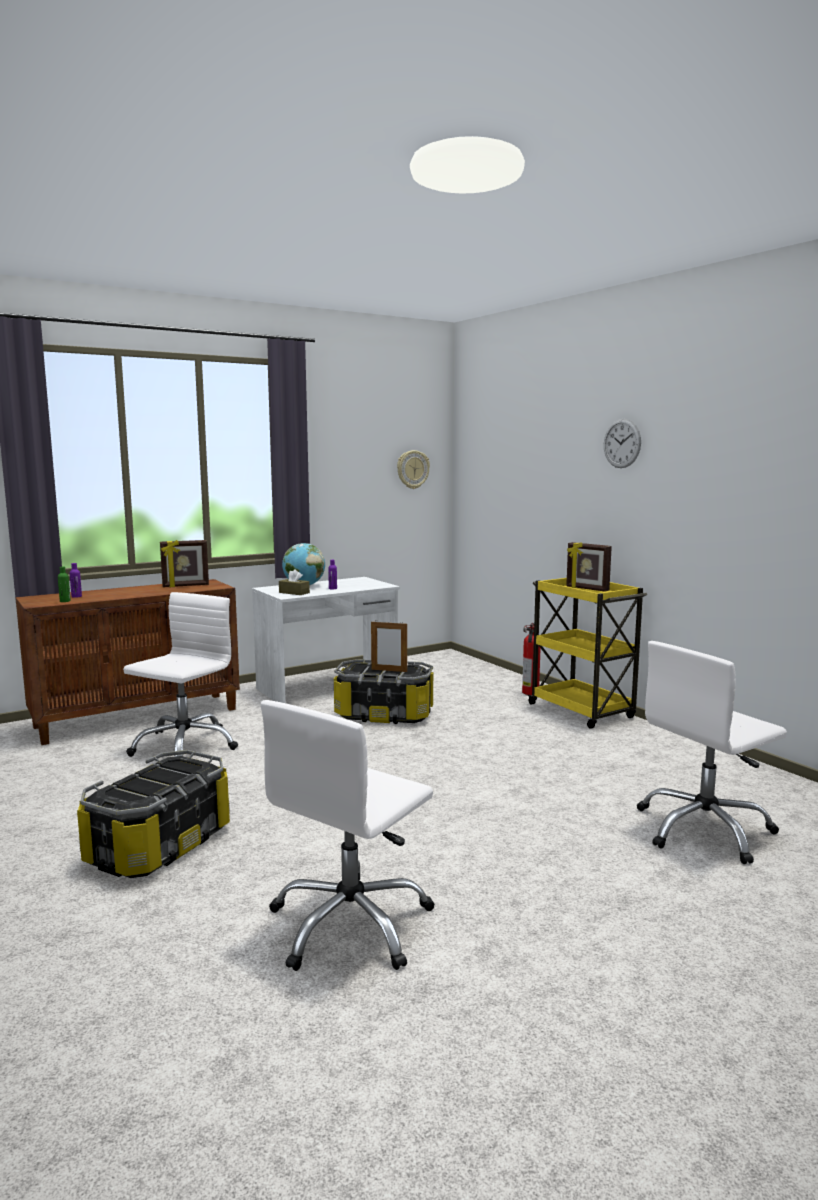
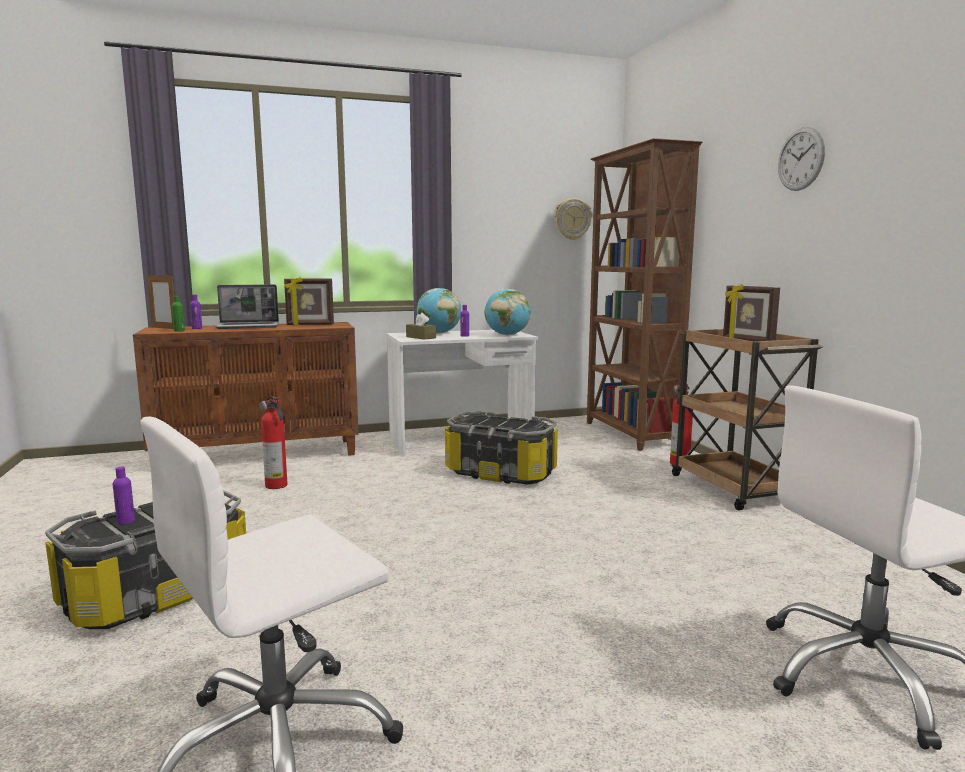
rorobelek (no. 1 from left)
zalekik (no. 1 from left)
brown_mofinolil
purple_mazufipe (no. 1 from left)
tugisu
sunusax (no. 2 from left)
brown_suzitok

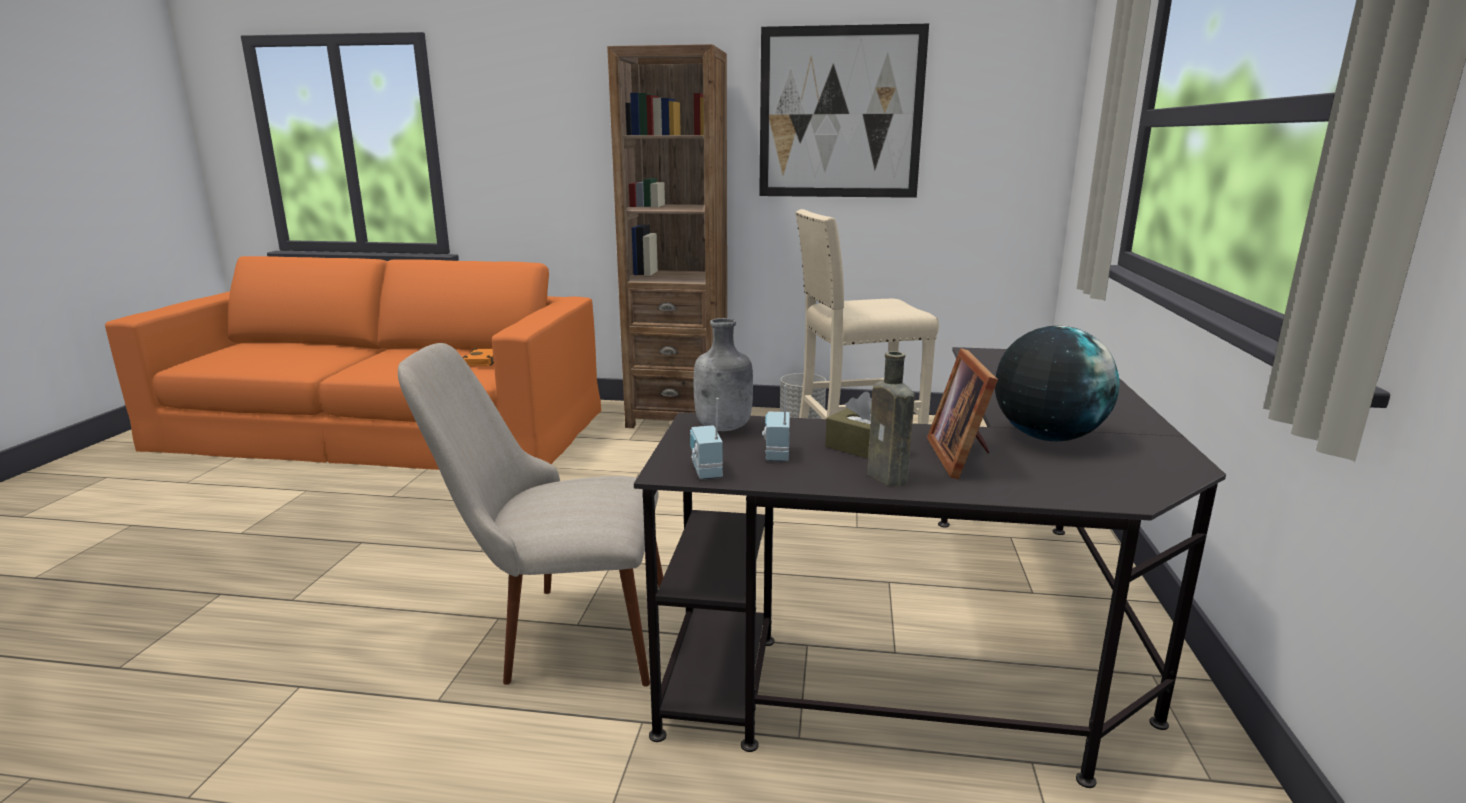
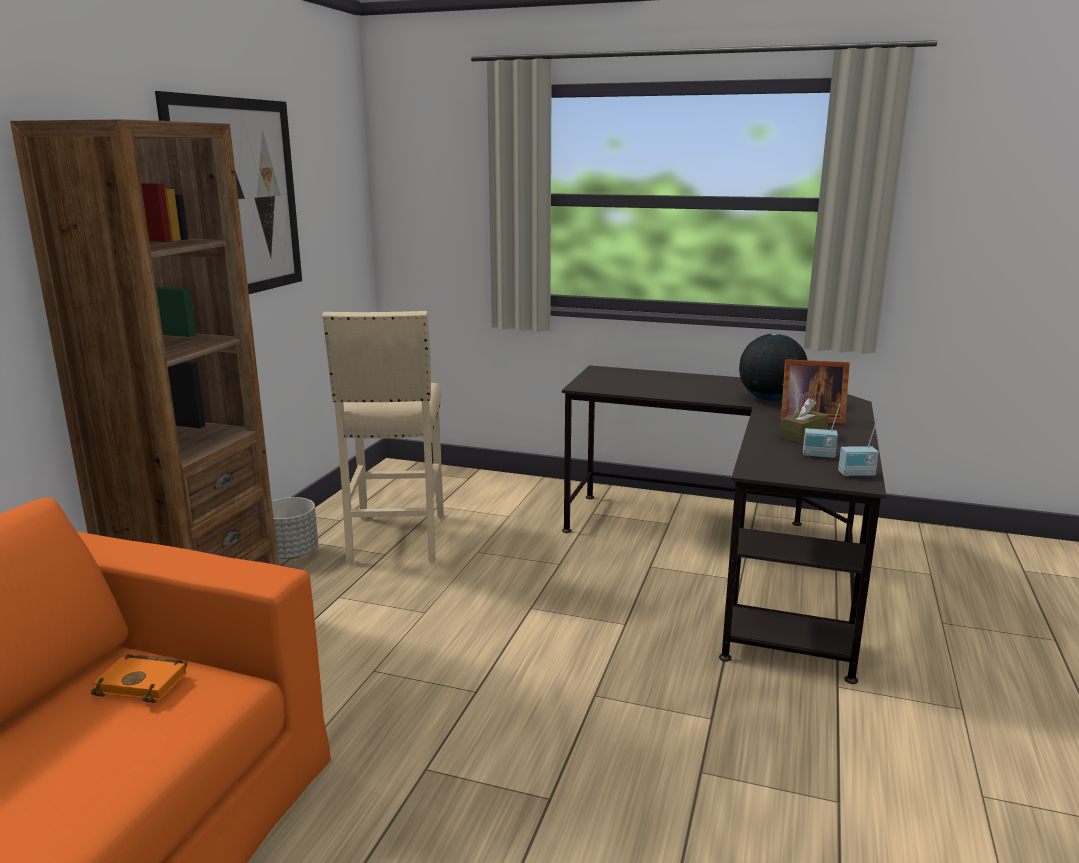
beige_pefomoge
grey_mazufipe
brown_mazufipe

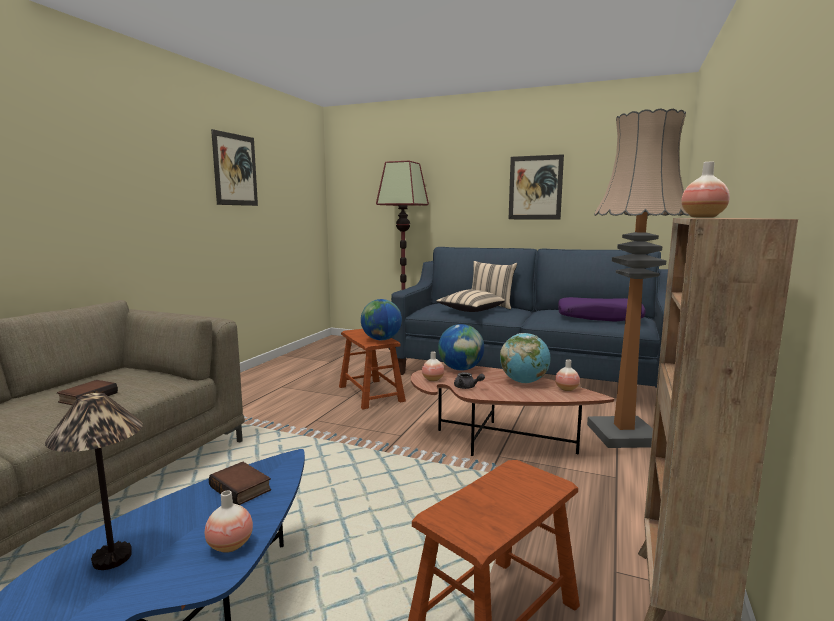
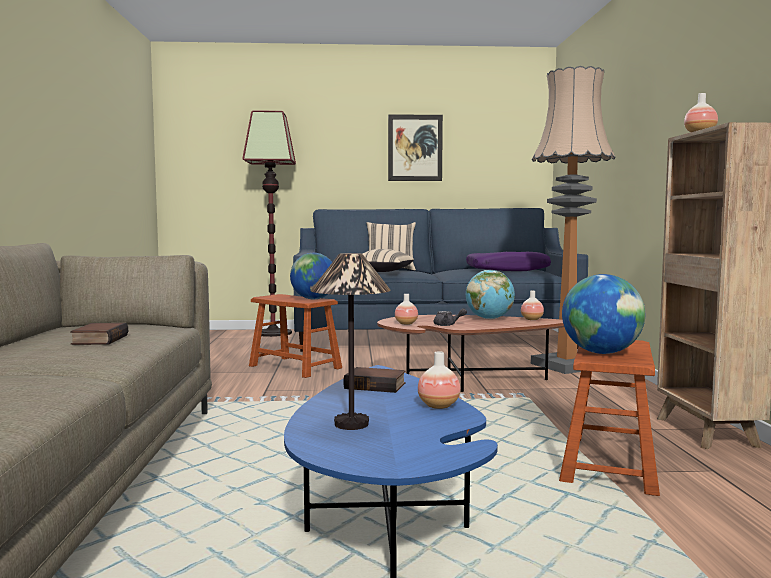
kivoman (no. 1 from left in the first image)
sunusax (no. 3 from left)

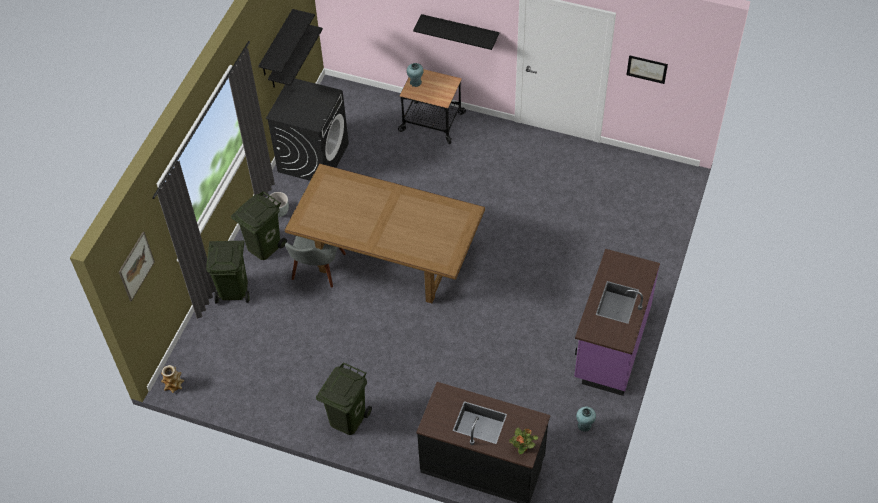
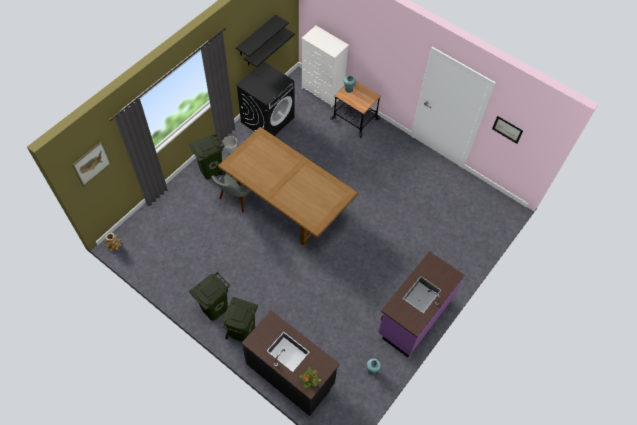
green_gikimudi (no. 3 from left)
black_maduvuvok (no. 3 from left in the first image)
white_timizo

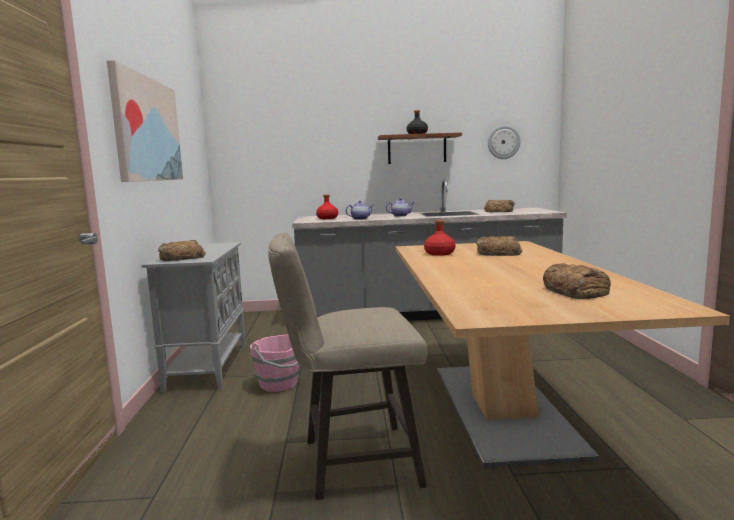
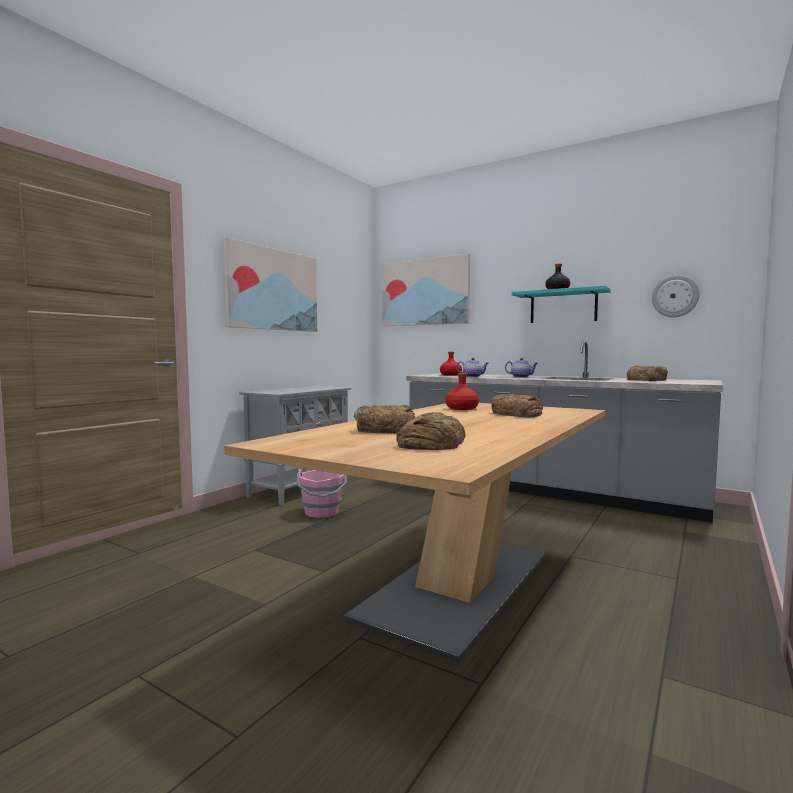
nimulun (no. 1 from left)
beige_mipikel
turquoise_maduvuvok
kivoman (no. 2 from left)

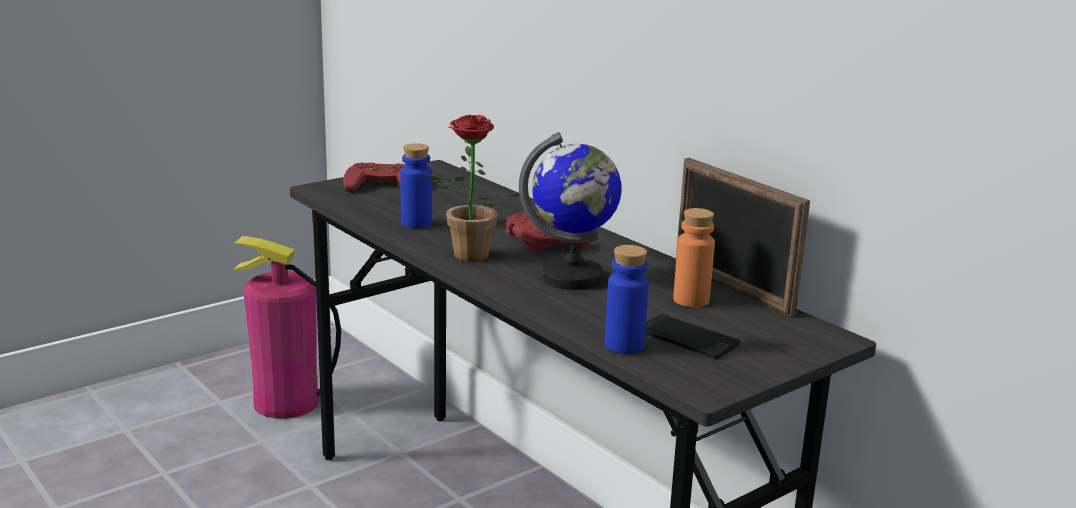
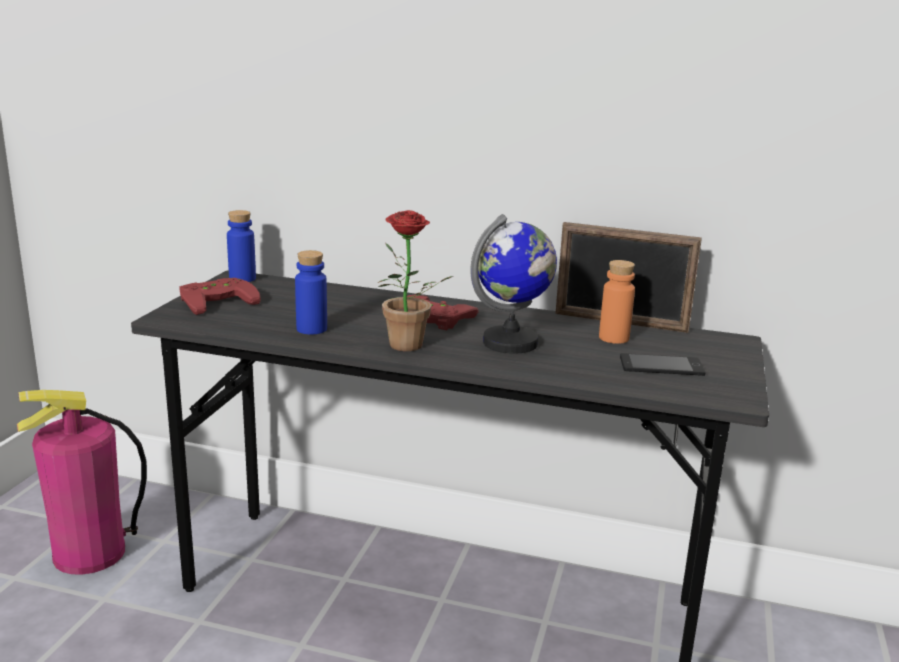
blue_mazufipe (no. 1 from left)

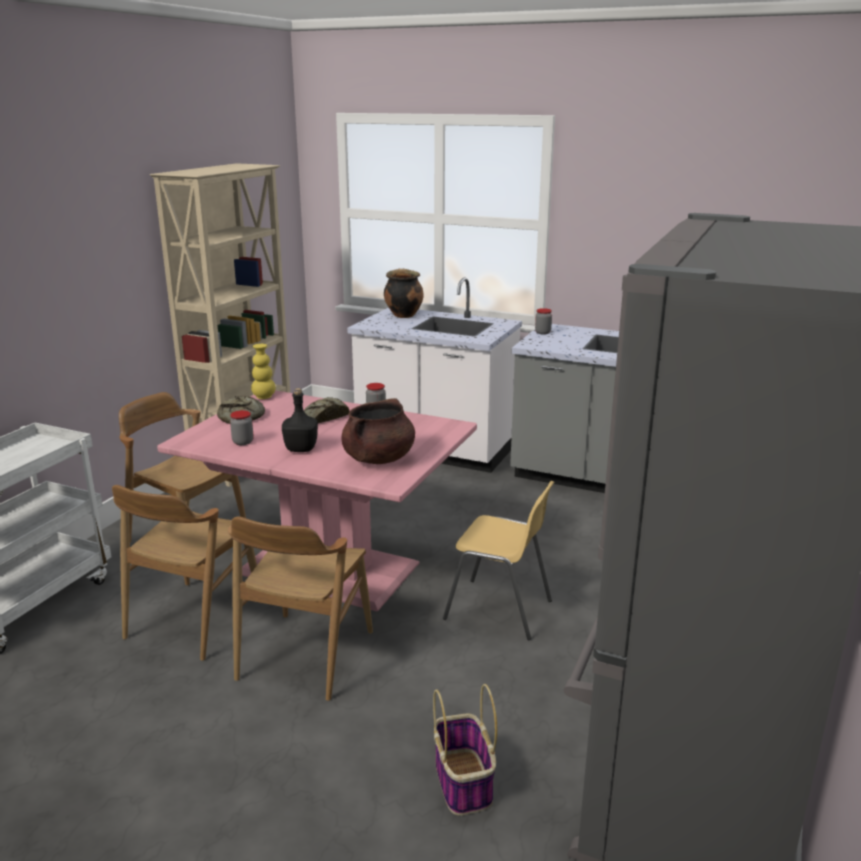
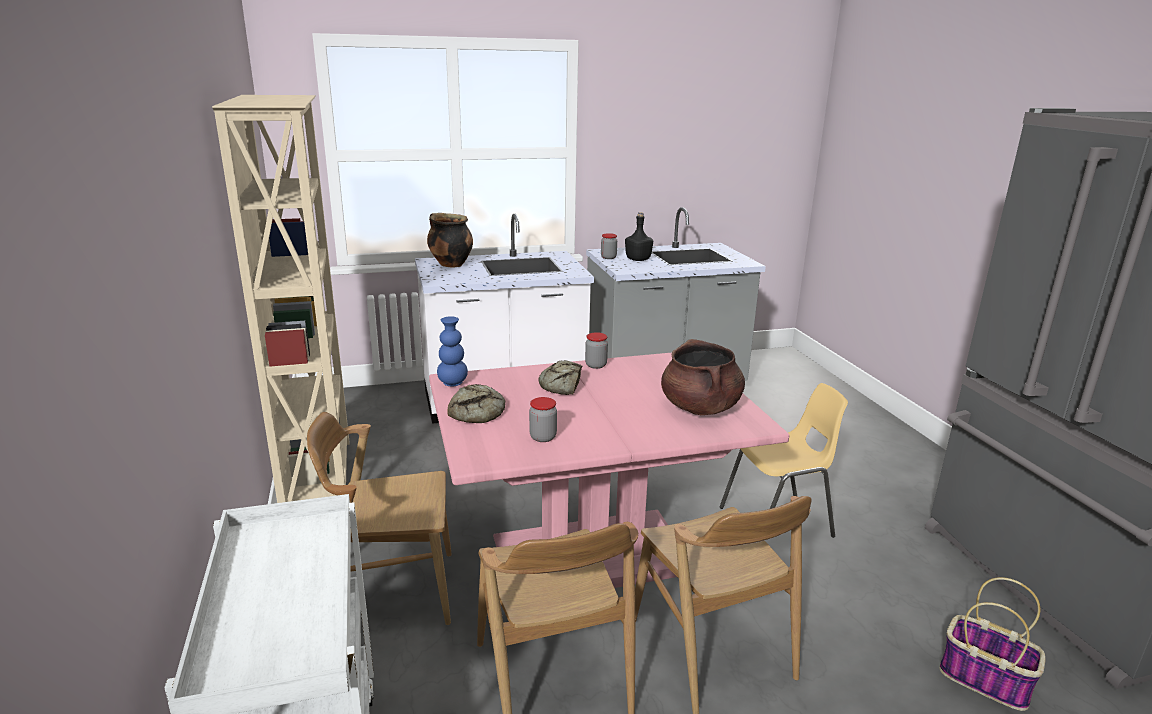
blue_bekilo
black_mazufipe

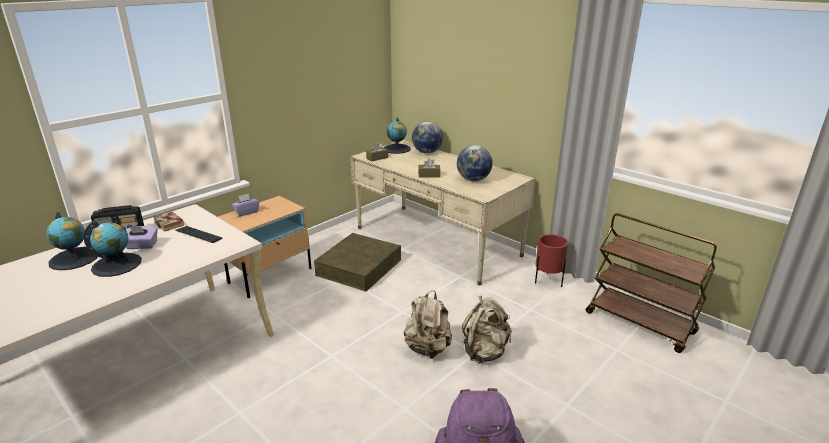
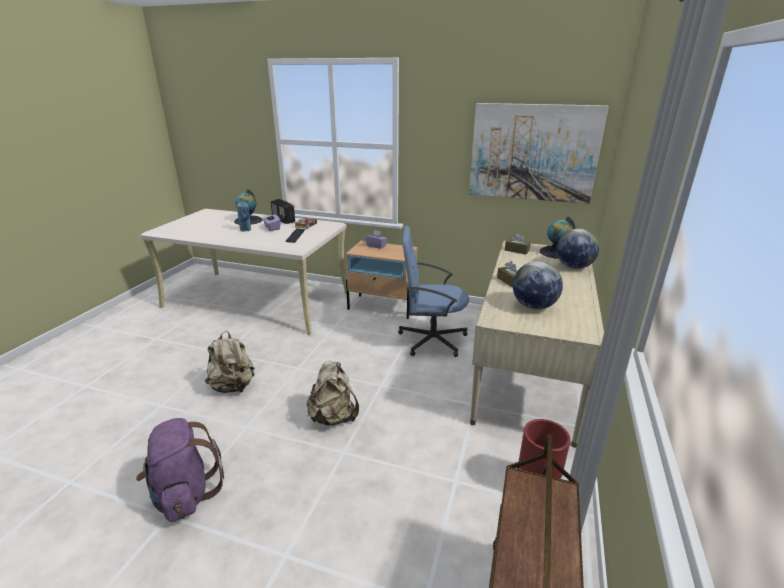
blue_mazufipe
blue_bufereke
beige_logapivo (no. 1 from left)
kivoman

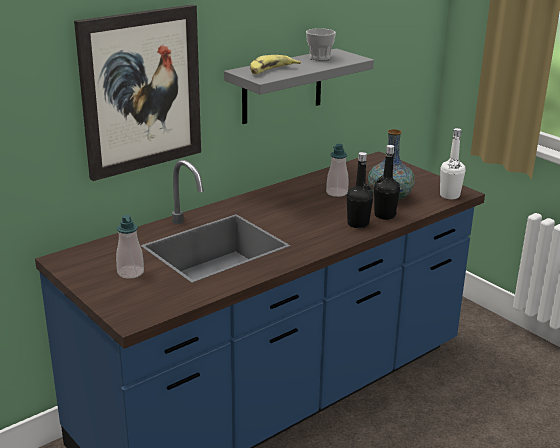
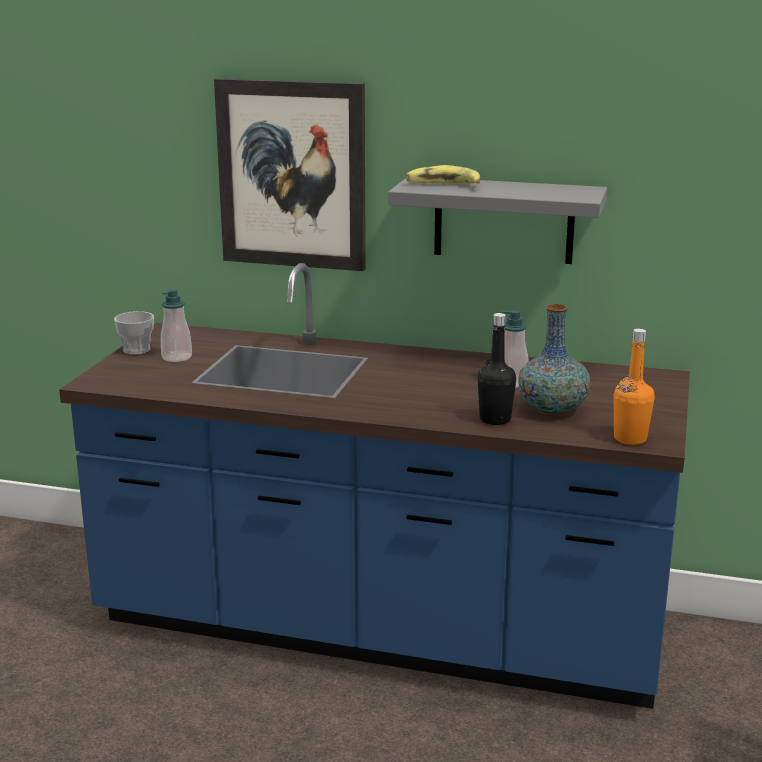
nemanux
black_mazufipe (no. 1 from left in the first image)
orange_mazufipe

